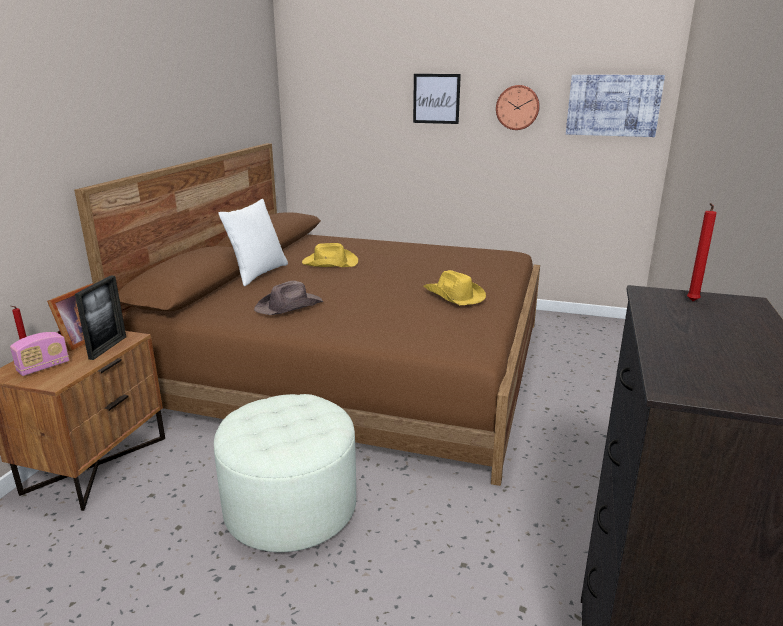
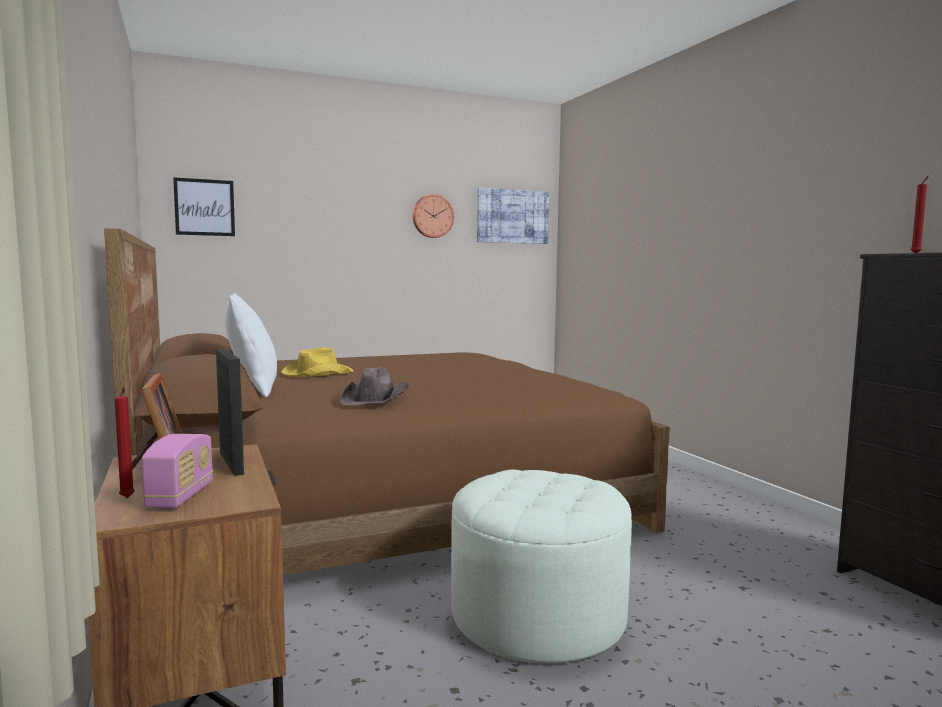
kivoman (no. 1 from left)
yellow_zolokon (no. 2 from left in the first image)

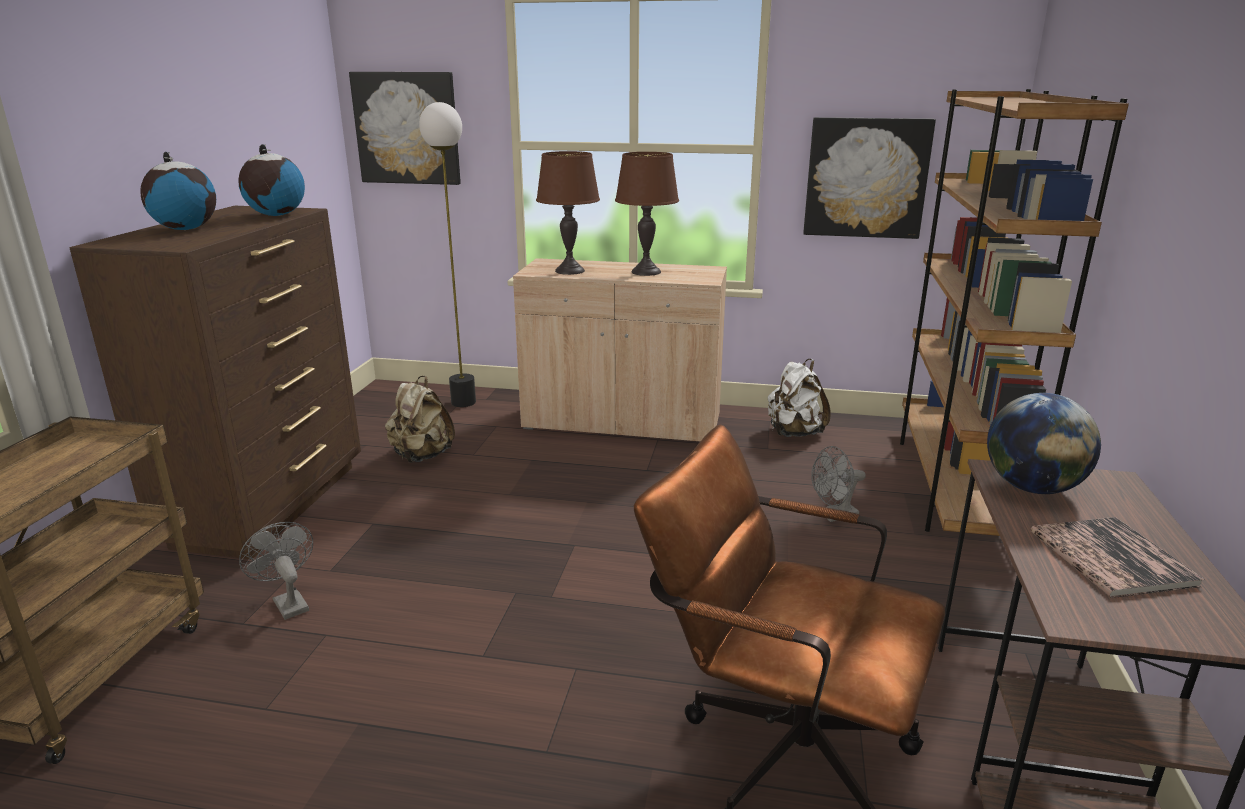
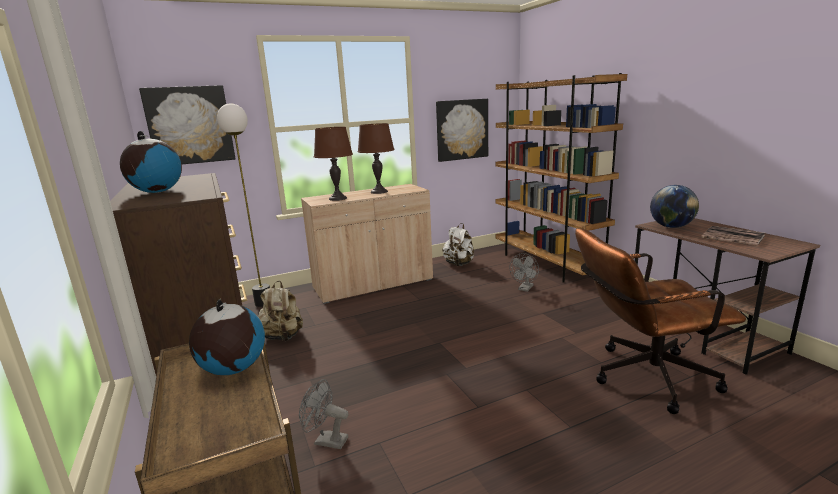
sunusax (no. 2 from left)

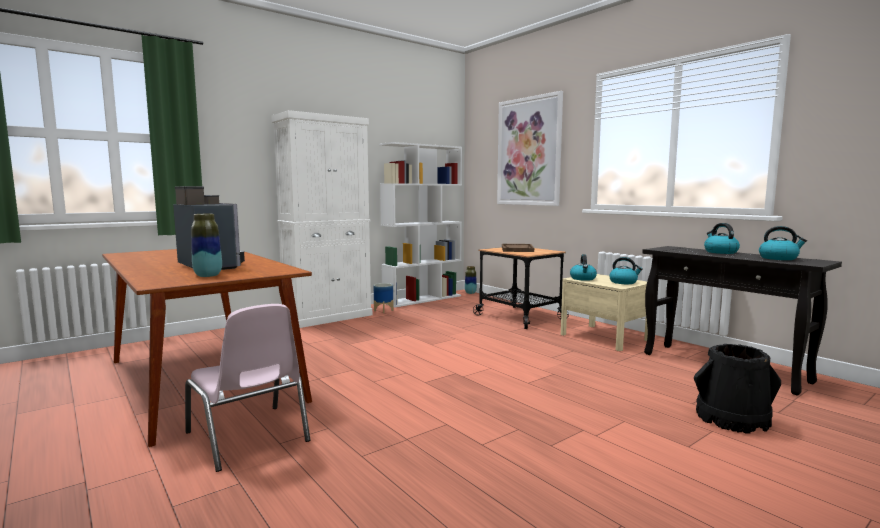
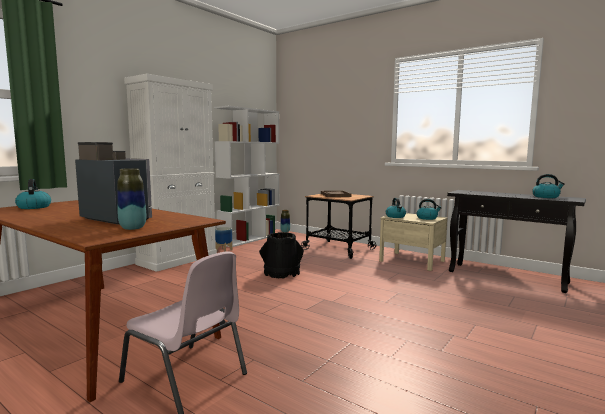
kivoman
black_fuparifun
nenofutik (no. 1 from left)

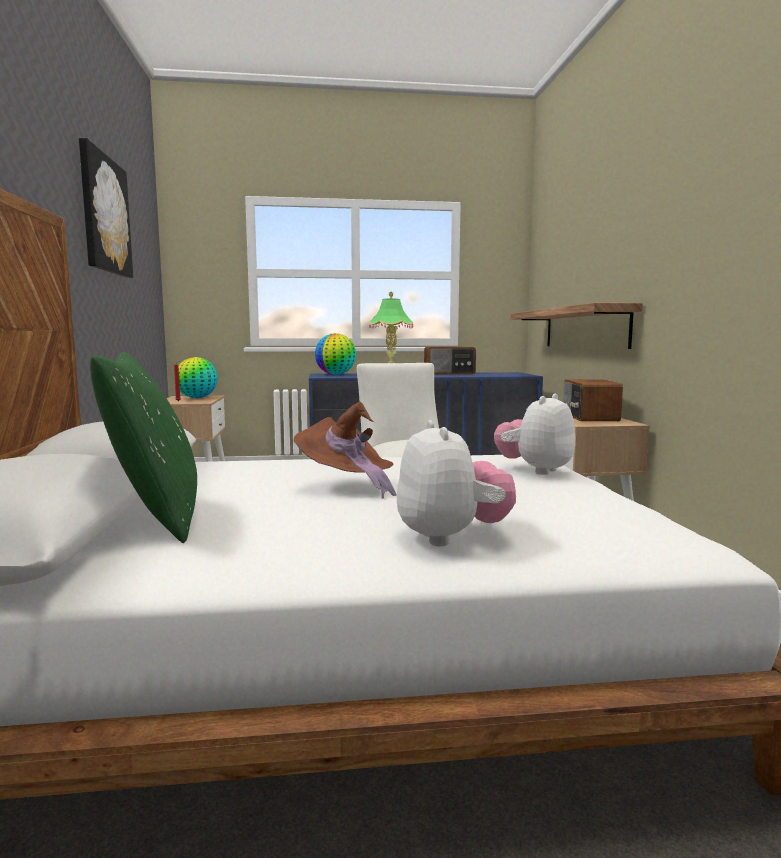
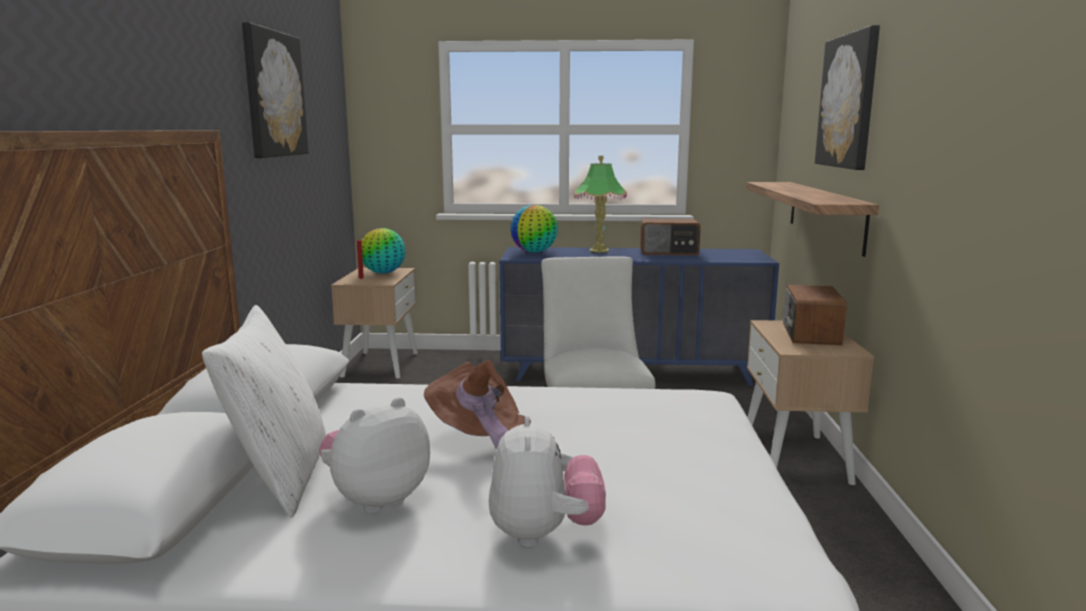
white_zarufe
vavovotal (no. 1 from left)
kivoman (no. 2 from left)

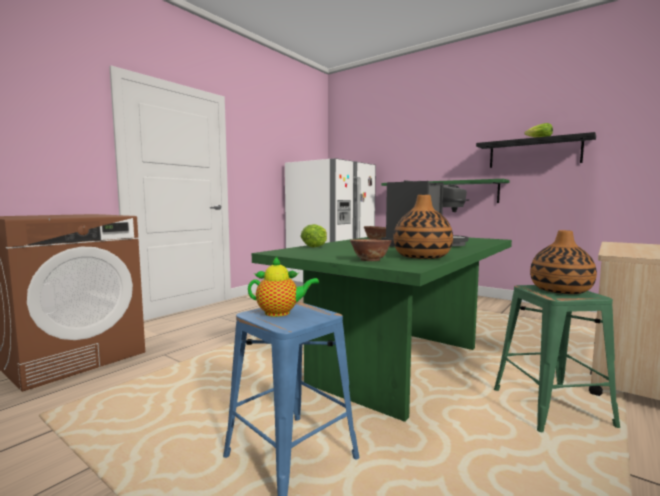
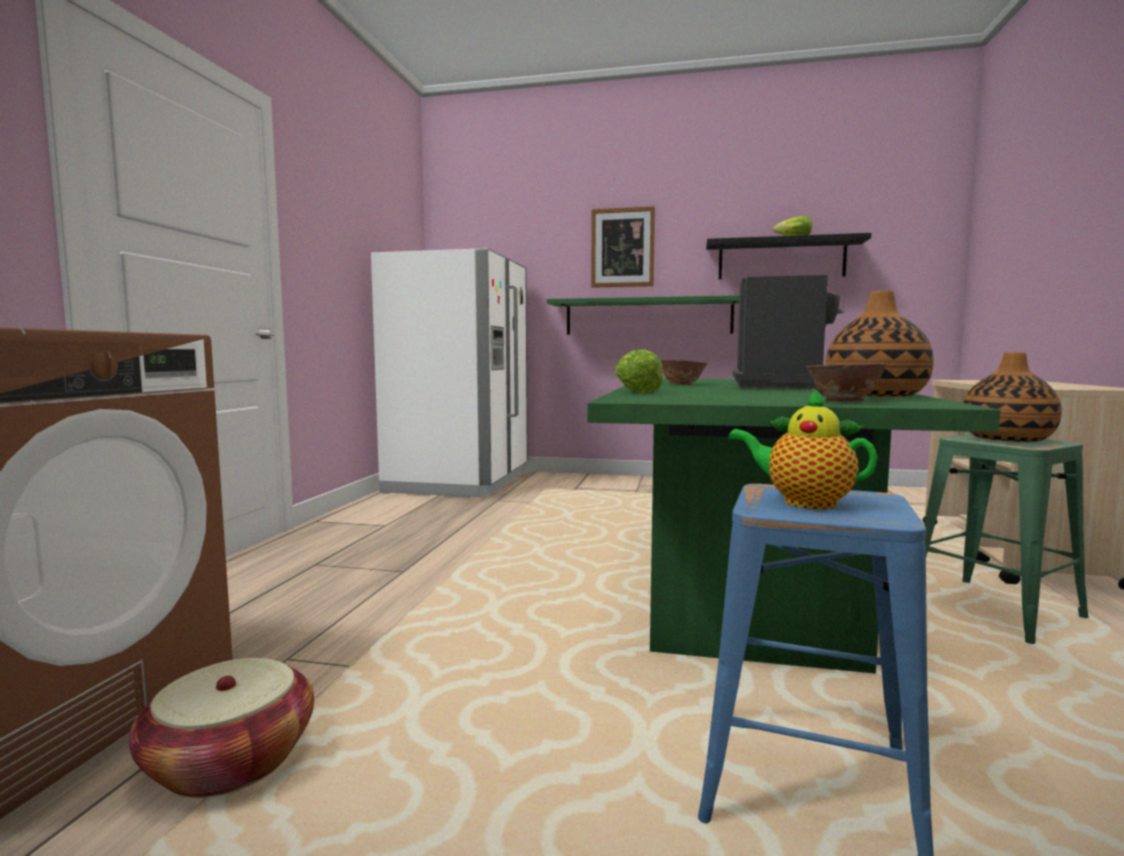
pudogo
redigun
kivoman

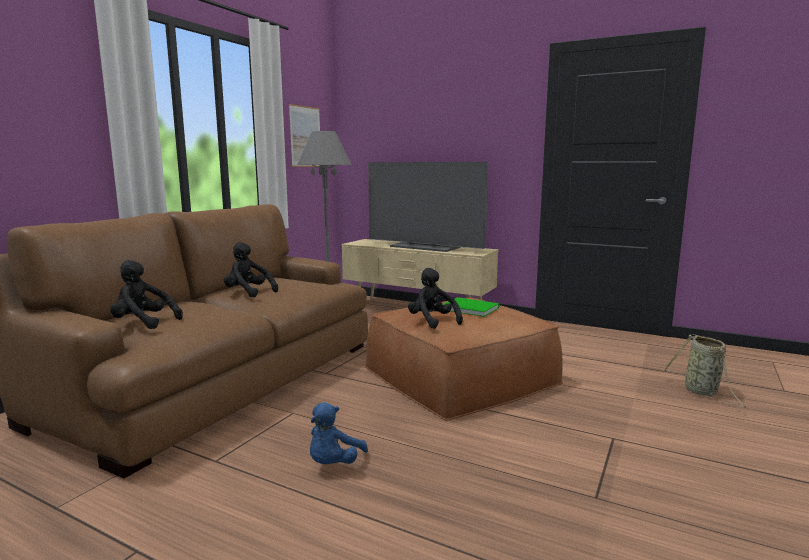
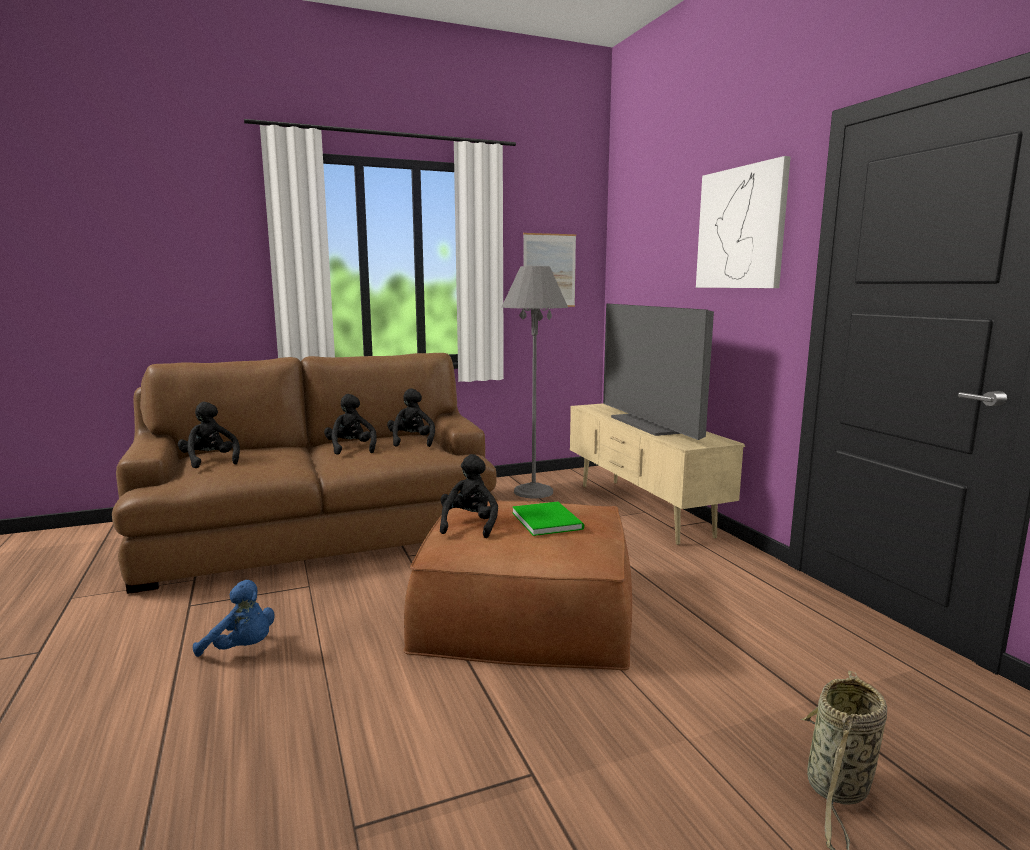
blue_vavovotal
black_vavovotal (no. 3 from left)
kivoman (no. 2 from left)

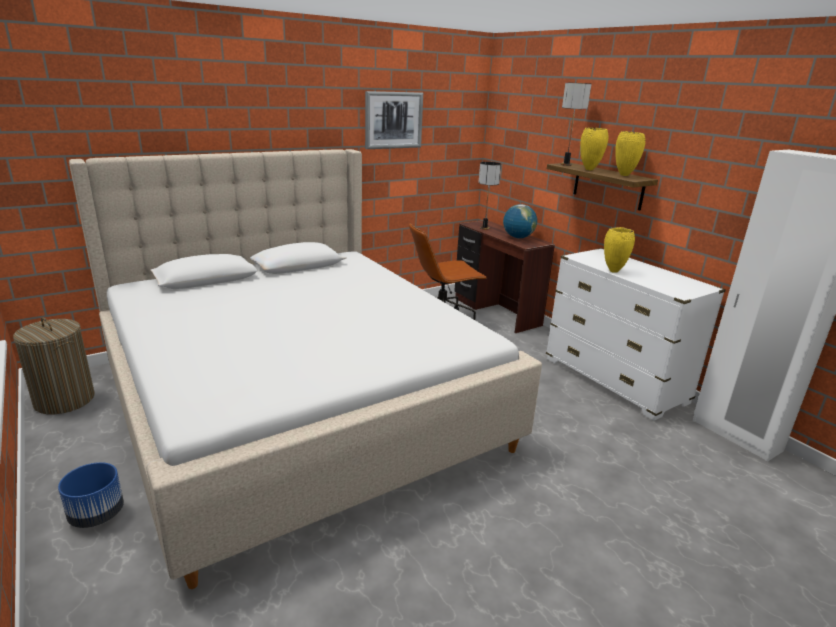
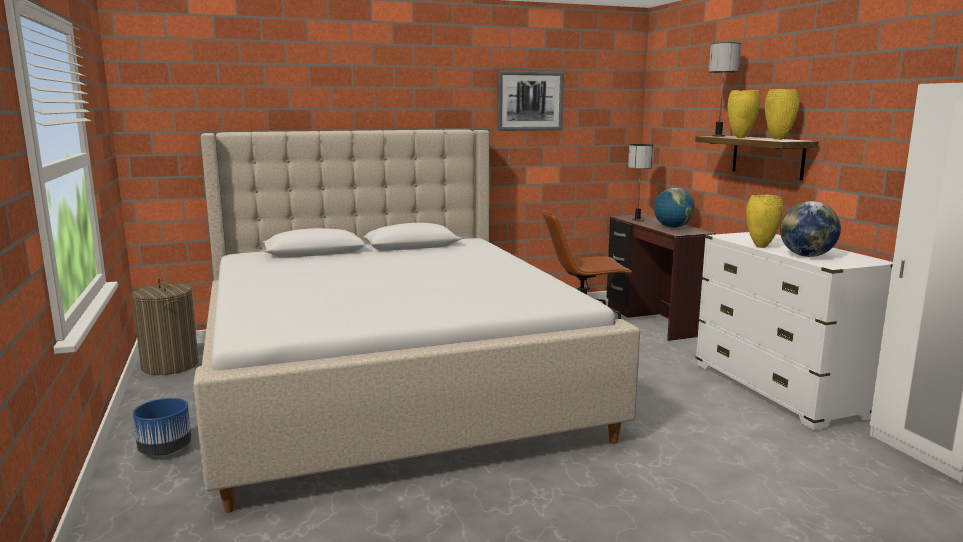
sunusax (no. 2 from left)

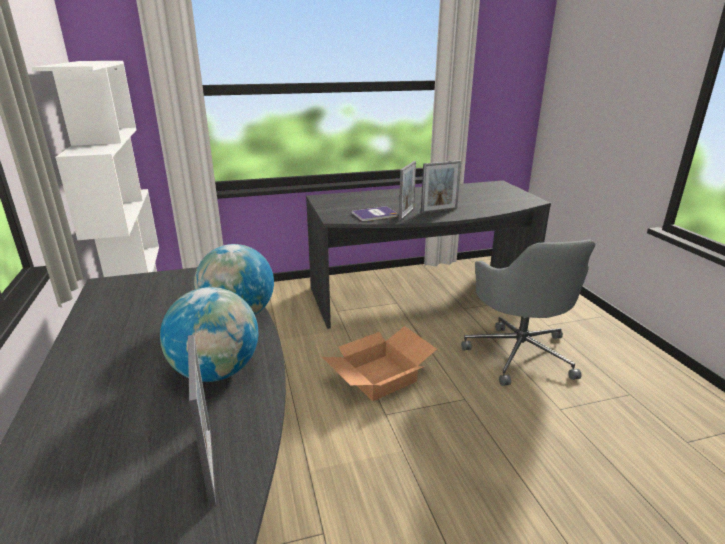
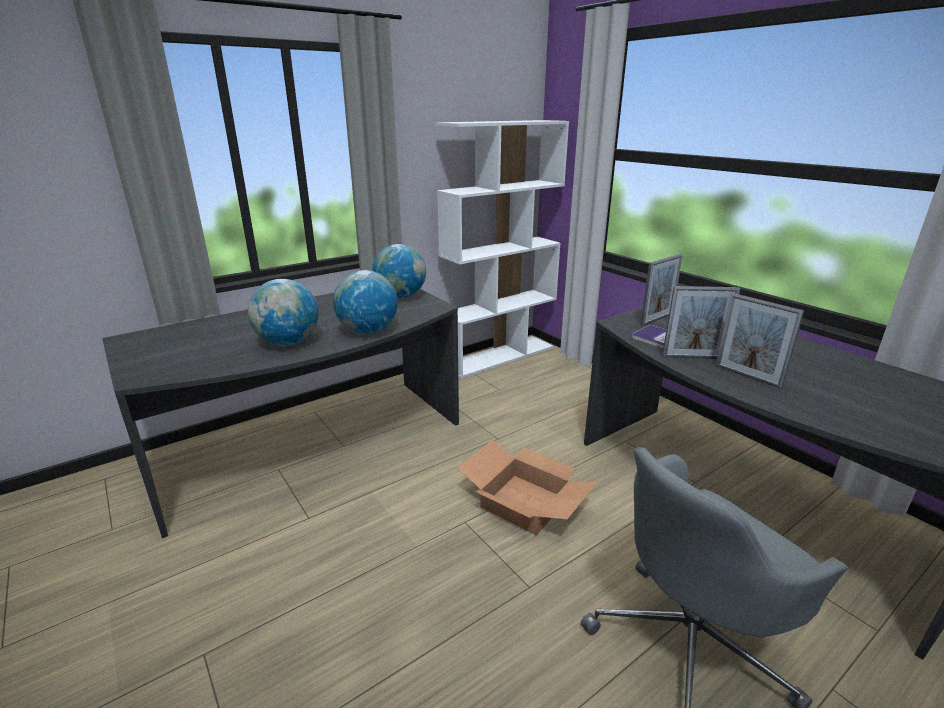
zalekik (no. 1 from left)
sunusax (no. 3 from left)

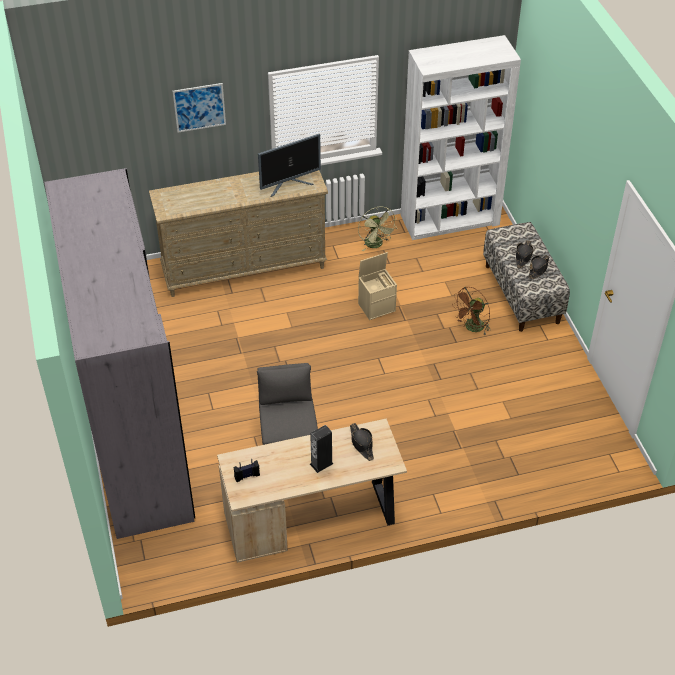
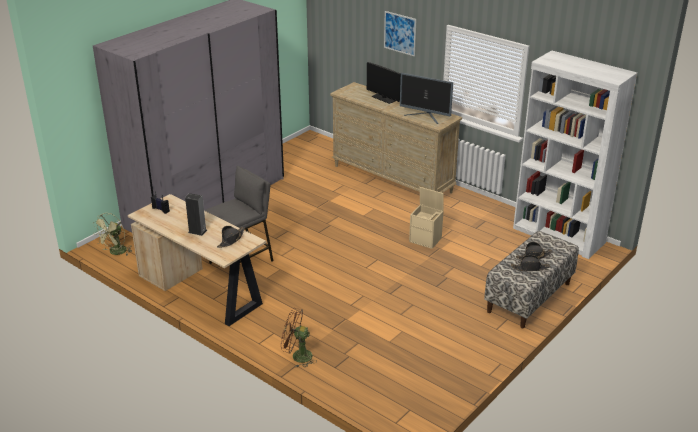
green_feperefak
brown_feperefak
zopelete (no. 1 from left)

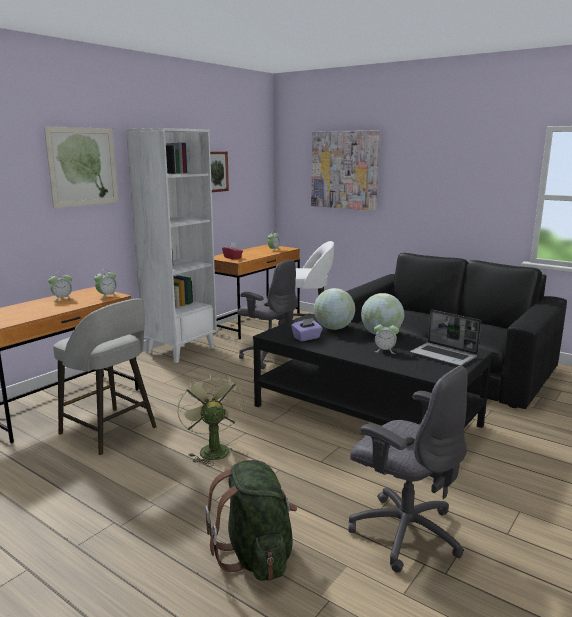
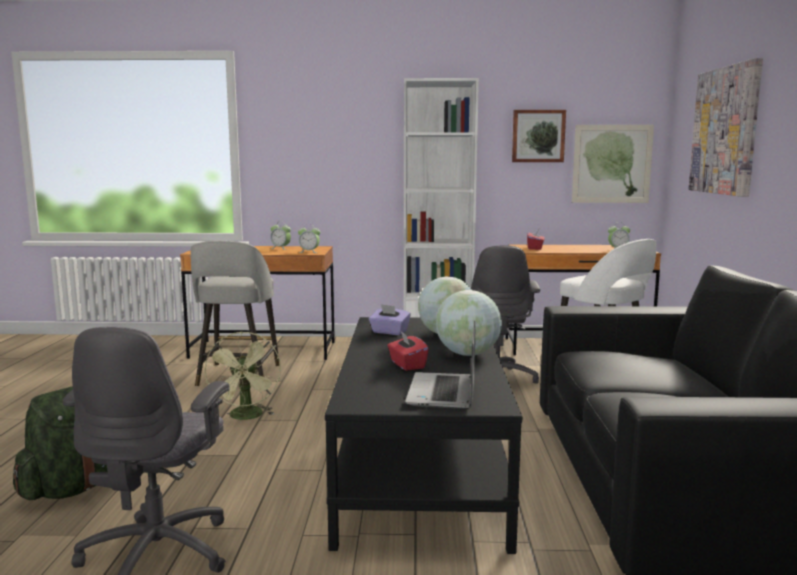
kivoman (no. 2 from left)
green_feperefak
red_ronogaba (no. 1 from left)

